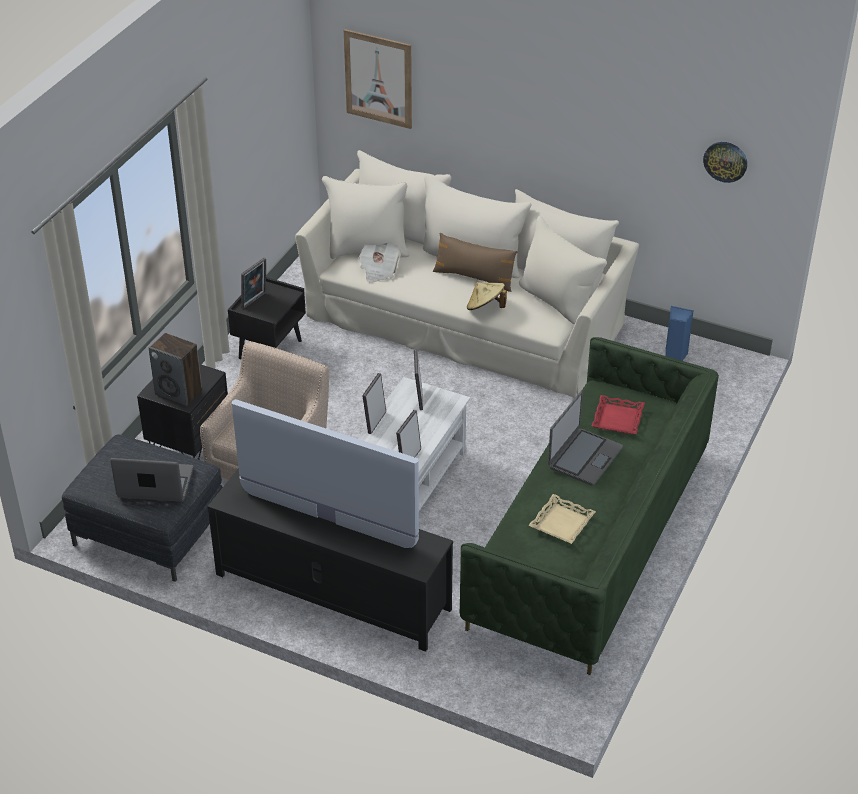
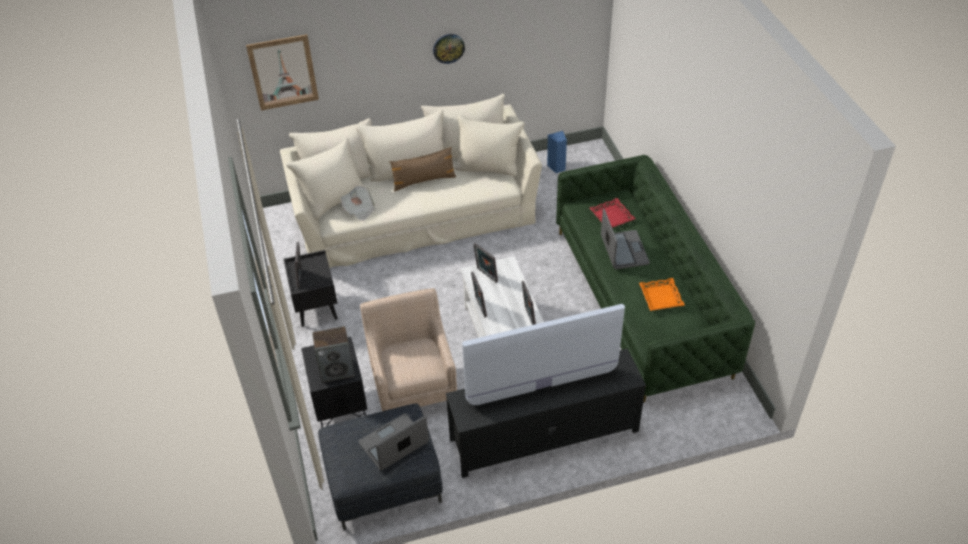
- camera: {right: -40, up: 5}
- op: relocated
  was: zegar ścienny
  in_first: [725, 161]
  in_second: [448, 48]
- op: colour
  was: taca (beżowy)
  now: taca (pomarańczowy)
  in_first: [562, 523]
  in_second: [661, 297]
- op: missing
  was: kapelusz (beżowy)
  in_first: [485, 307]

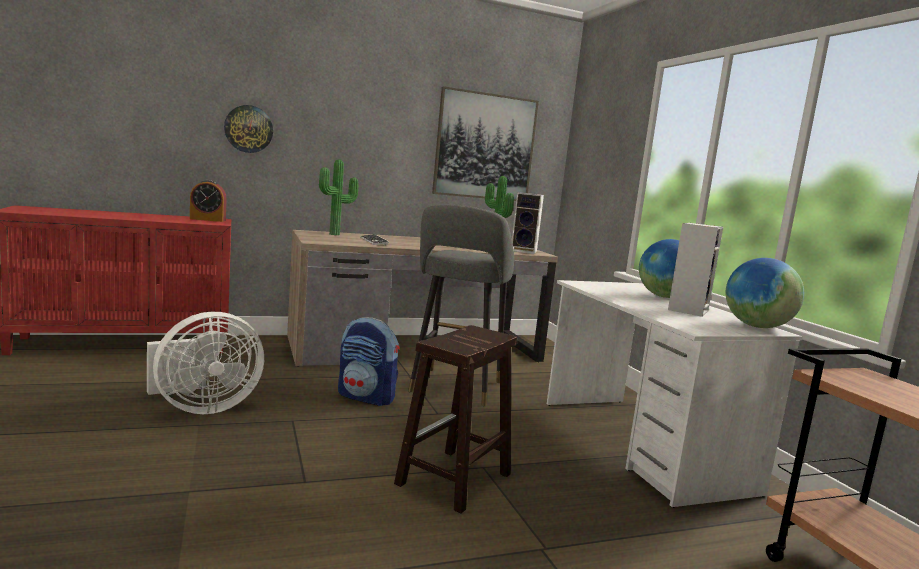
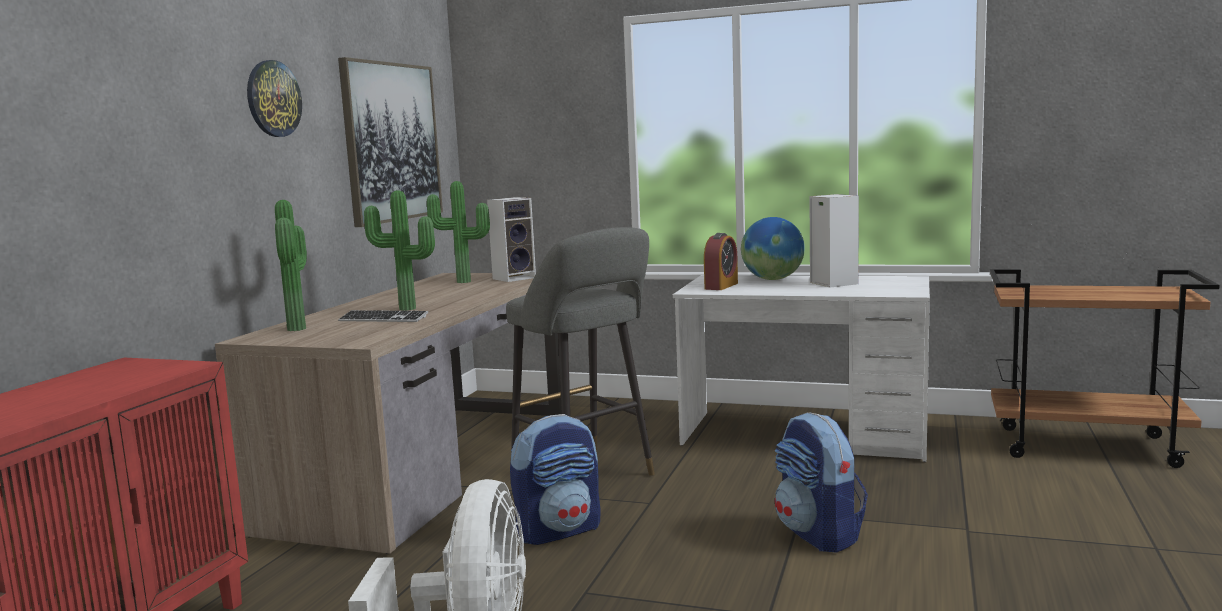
- camera: {right: -50, up: 0}
- op: relocated
  was: zegar ścienny
  in_first: [248, 129]
  in_second: [273, 99]
- op: appeared
  now: roślina doniczkowa
  in_second: [406, 309]
- op: relocated
  was: budzik
  in_first: [208, 219]
  in_second: [721, 286]
- op: exchanged
  was: stołek (brązowy)
  now: plecak
  in_first: [453, 480]
  in_second: [819, 535]
- op: missing
  was: globus
  in_first: [757, 326]

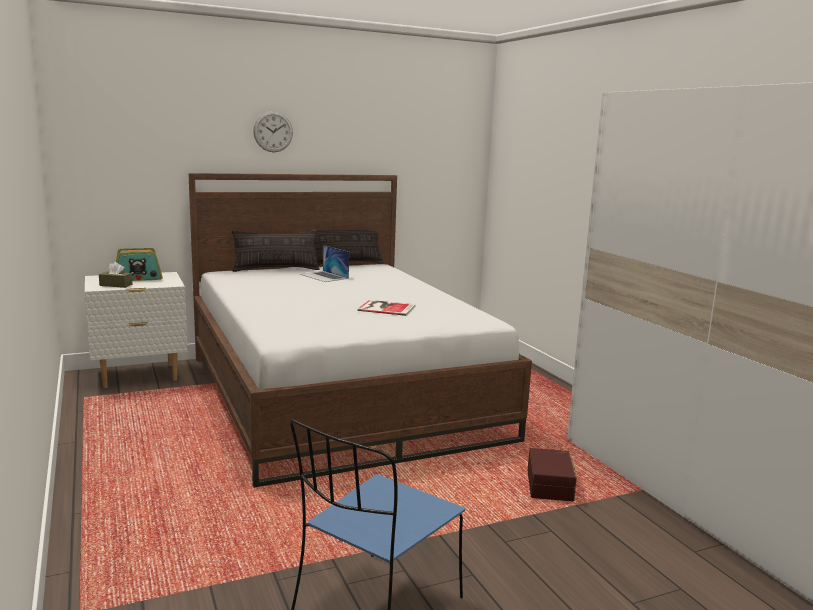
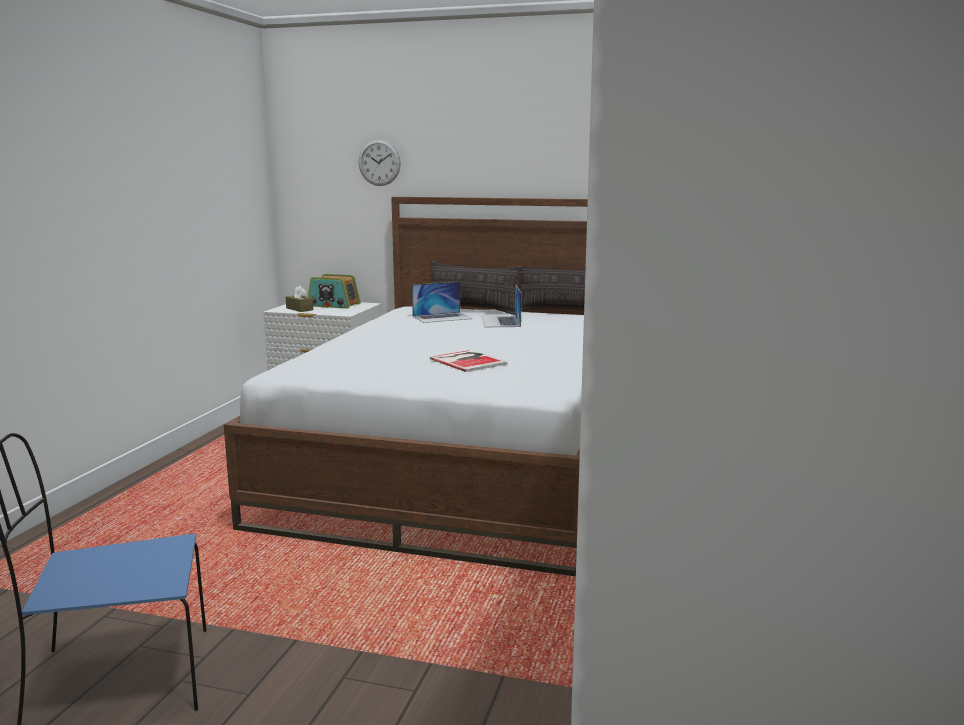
- camera: {right: 40, up: 0}
- op: relocated
  was: zegar ścienny
  in_first: [273, 131]
  in_second: [379, 162]
- op: appeared
  now: laptop
  in_second: [442, 317]
- op: missing
  was: pojemnik do przechowywania (brązowy)
  in_first: [551, 486]

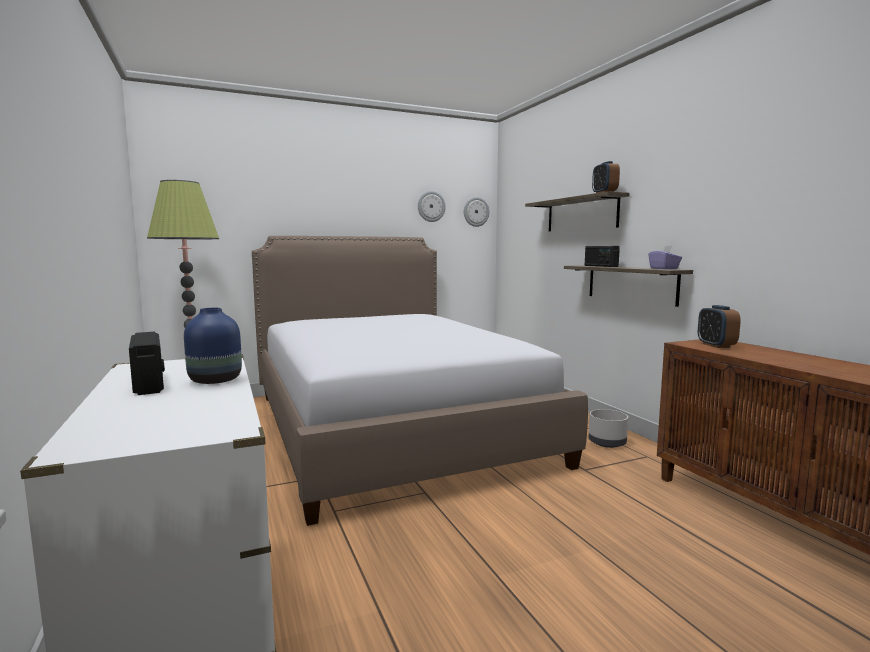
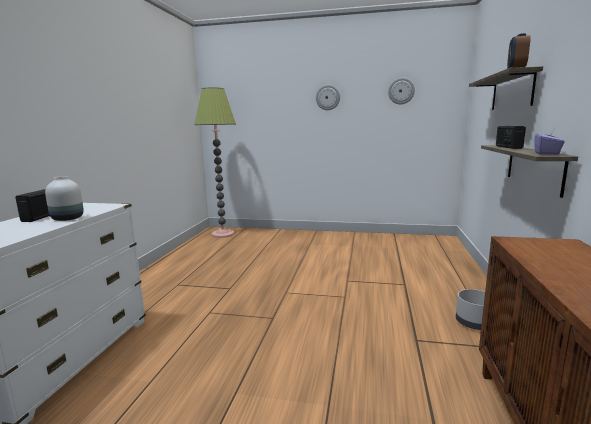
- camera: {right: 35, up: 5}
- op: colour
  was: wazon (niebieski)
  now: wazon (biały)
  in_first: [214, 380]
  in_second: [67, 218]
- op: relocated
  was: zegar ścienny
  in_first: [476, 211]
  in_second: [328, 97]
- op: missing
  was: łóżko
  in_first: [391, 427]
- op: missing
  was: budzik
  in_first: [716, 345]

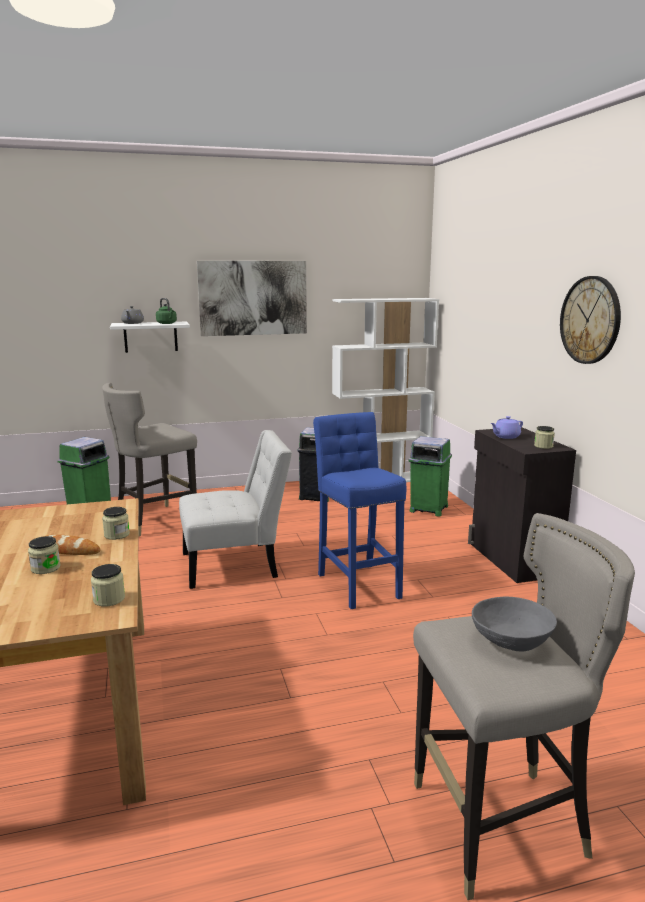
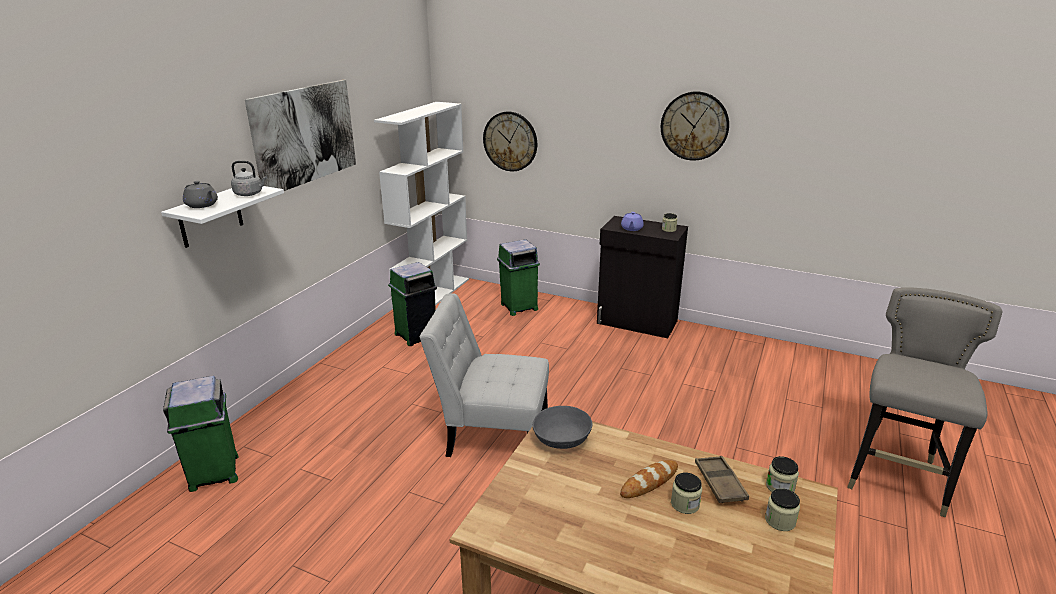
- camera: {right: -50, up: 10}
- op: colour
  was: czajnik (zielony)
  now: czajnik (szary)
  in_first: [167, 323]
  in_second: [250, 194]
- op: spun
  was: krzesło (biały)
  in_first: [236, 564]
  in_second: [491, 433]
  clockwise: -105
- op: appeared
  now: zegar ścienny
  in_second: [510, 141]
- op: relocated
  was: miska (szary)
  in_first: [512, 640]
  in_second: [562, 439]
- op: appeared
  now: taca (brązowy)
  in_second: [719, 483]
- op: relocated
  was: słoik
  in_first: [117, 535]
  in_second: [780, 521]
- op: missing
  was: stołek (szary)
  in_first: [155, 521]
- op: missing
  was: stołek (niebieski)
  in_first: [357, 583]

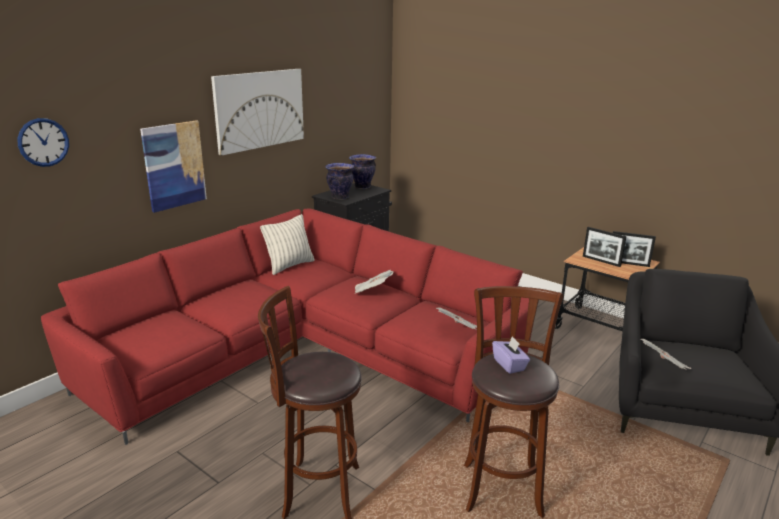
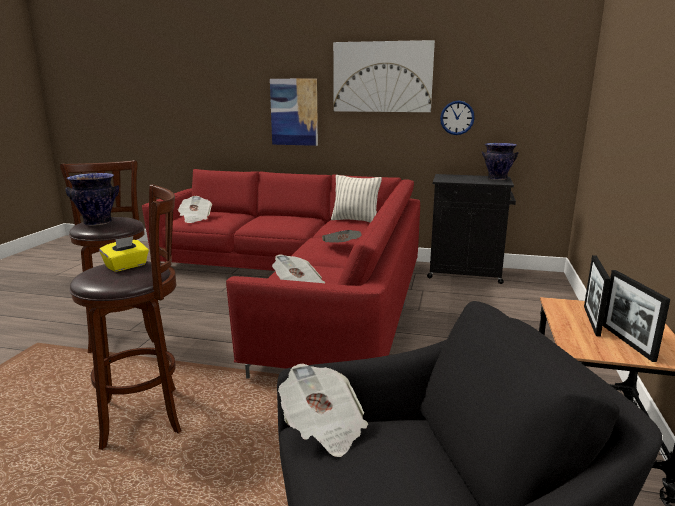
- camera: {right: 65, up: -5}
- op: relocated
  was: wazon
  in_first: [339, 197]
  in_second: [98, 222]
- op: colour
  was: pudełko chusteczek (fioletowy)
  now: pudełko chusteczek (żółty)
  in_first: [509, 365]
  in_second: [126, 266]
- op: appeared
  now: gazeta
  in_second: [195, 218]
- op: relocated
  was: zegar ścienny
  in_first: [43, 142]
  in_second: [457, 117]

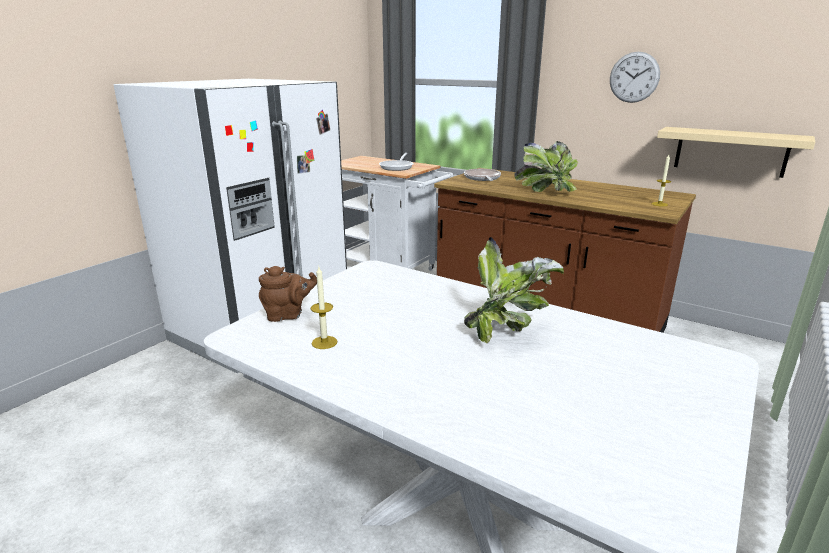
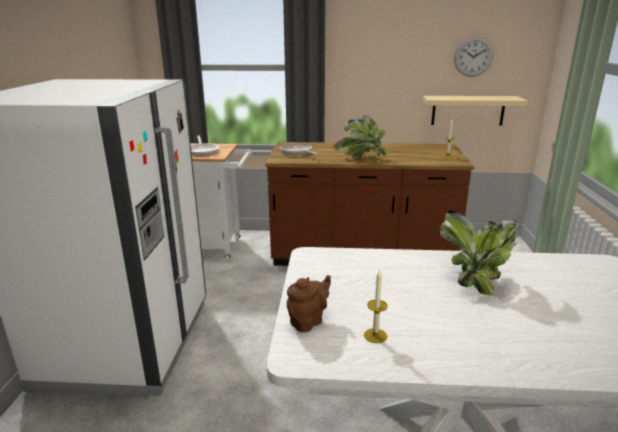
- camera: {right: -30, up: 0}
- op: relocated
  was: zegar ścienny
  in_first: [634, 77]
  in_second: [473, 57]

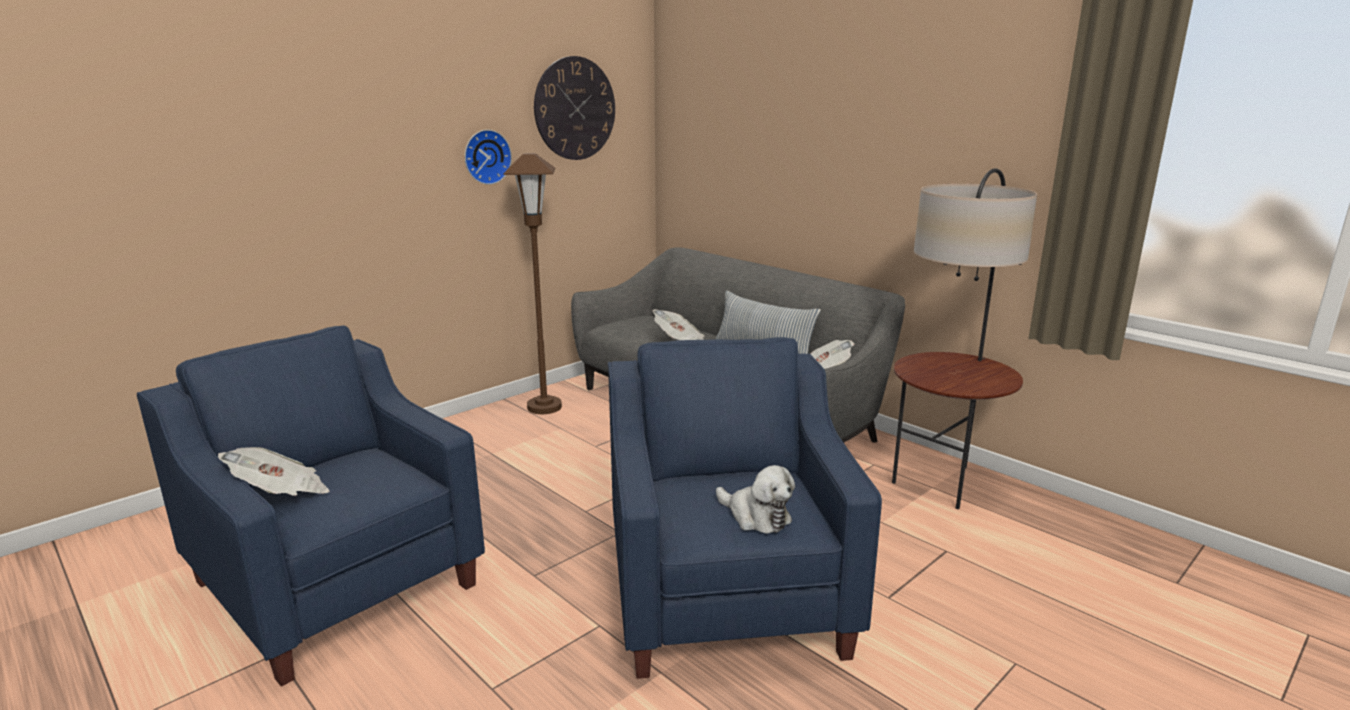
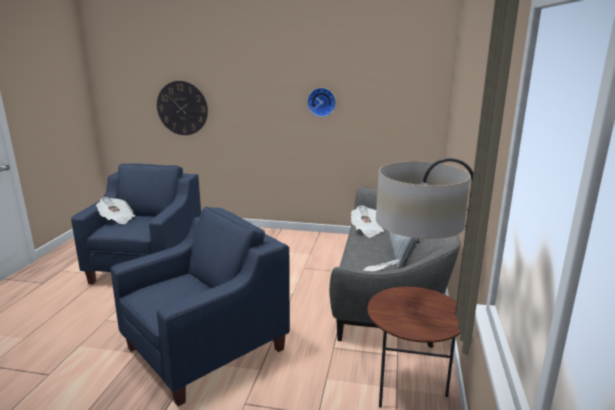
- camera: {right: 55, up: 0}
- op: relocated
  was: zegar ścienny
  in_first: [575, 108]
  in_second: [182, 108]
- op: missing
  was: lampa stojąca (brązowy)
  in_first: [544, 407]
- op: missing
  was: pluszak
  in_first: [756, 516]

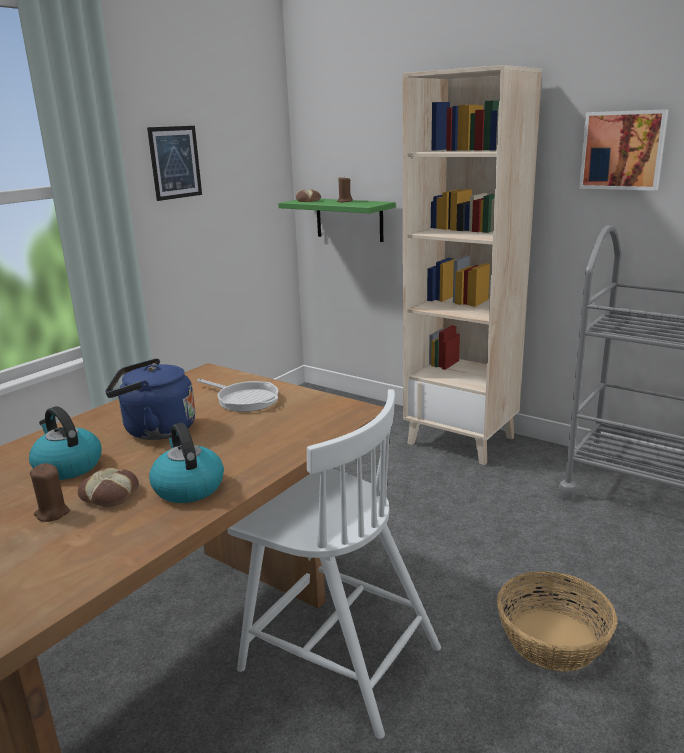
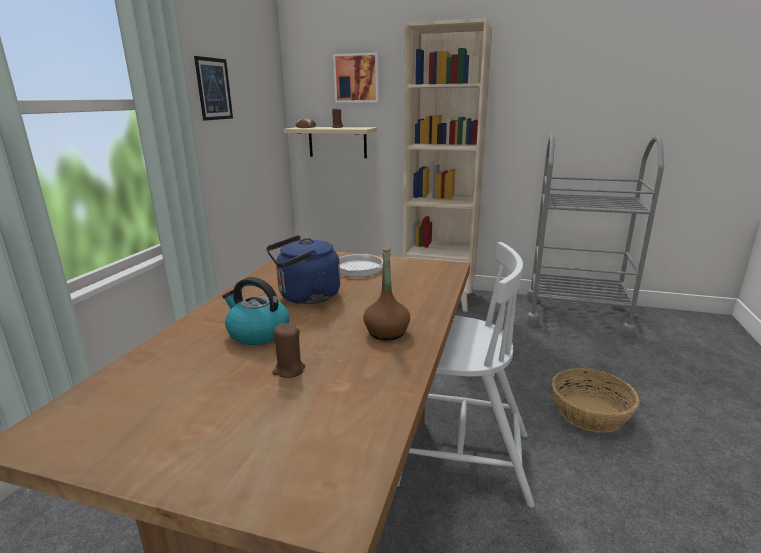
- camera: {right: -20, up: 0}
- op: colour
  was: półka (zielony)
  now: półka (beżowy)
  in_first: [349, 219]
  in_second: [337, 142]
- op: relocated
  was: obraz
  in_first: [623, 150]
  in_second: [357, 78]
- op: exchanged
  was: czajnik
  now: butelka (brązowy)
  in_first: [188, 487]
  in_second: [387, 332]
- op: missing
  was: chleb
  in_first: [110, 494]

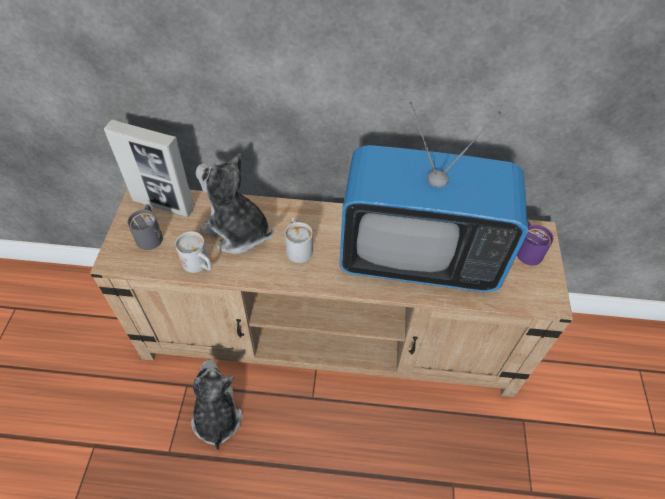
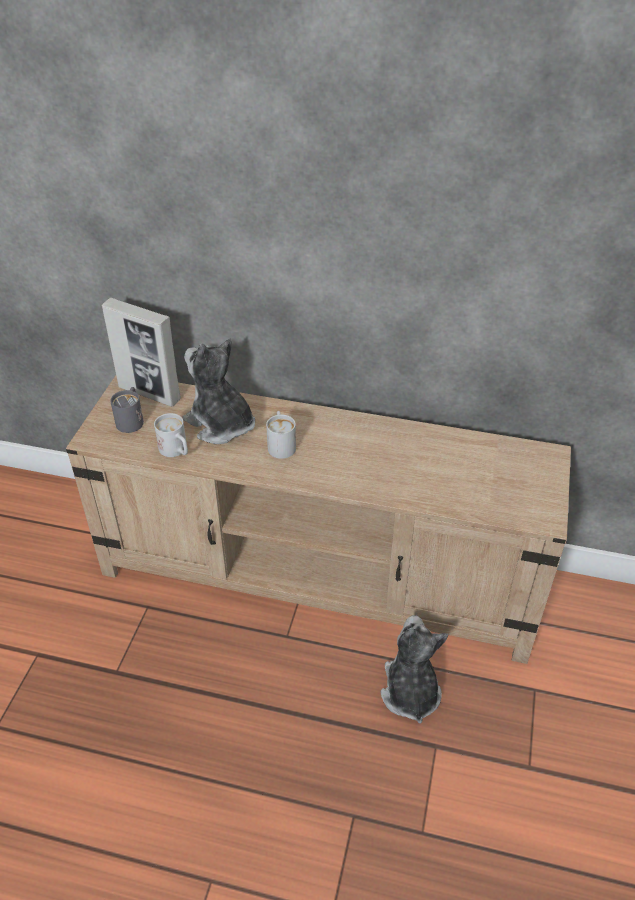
- camera: {right: 10, up: -10}
- op: relocated
  was: pluszak
  in_first: [216, 417]
  in_second: [410, 691]
- op: missing
  was: telewizor
  in_first: [418, 258]
- op: missing
  was: kubek (fioletowy)
  in_first: [526, 250]

